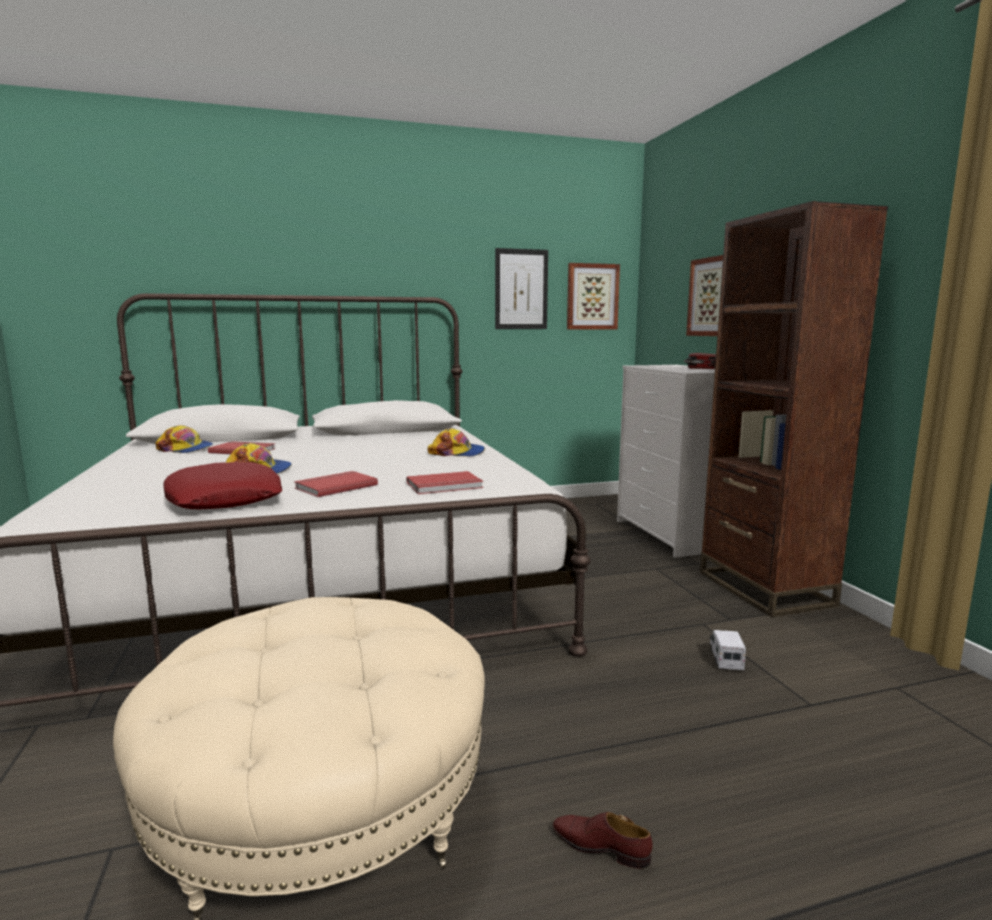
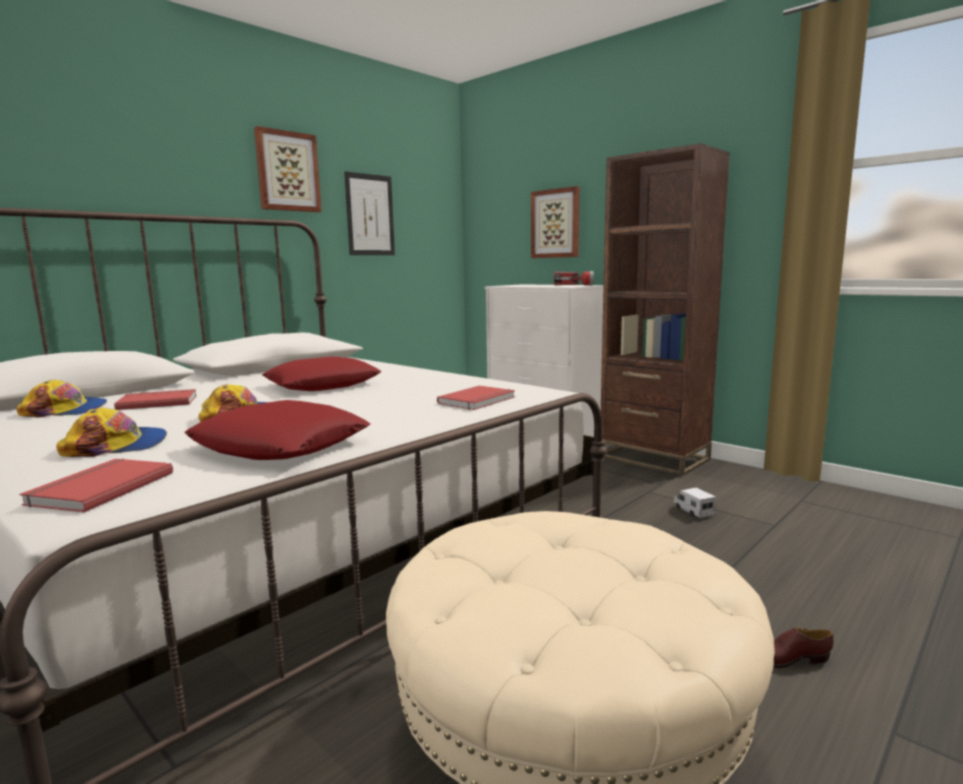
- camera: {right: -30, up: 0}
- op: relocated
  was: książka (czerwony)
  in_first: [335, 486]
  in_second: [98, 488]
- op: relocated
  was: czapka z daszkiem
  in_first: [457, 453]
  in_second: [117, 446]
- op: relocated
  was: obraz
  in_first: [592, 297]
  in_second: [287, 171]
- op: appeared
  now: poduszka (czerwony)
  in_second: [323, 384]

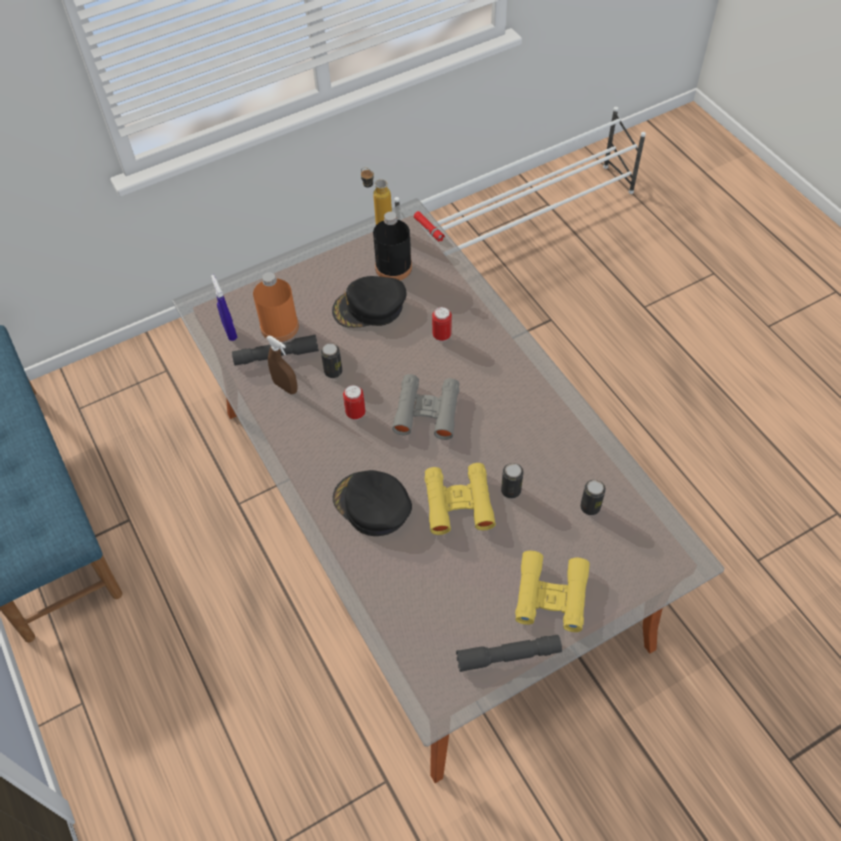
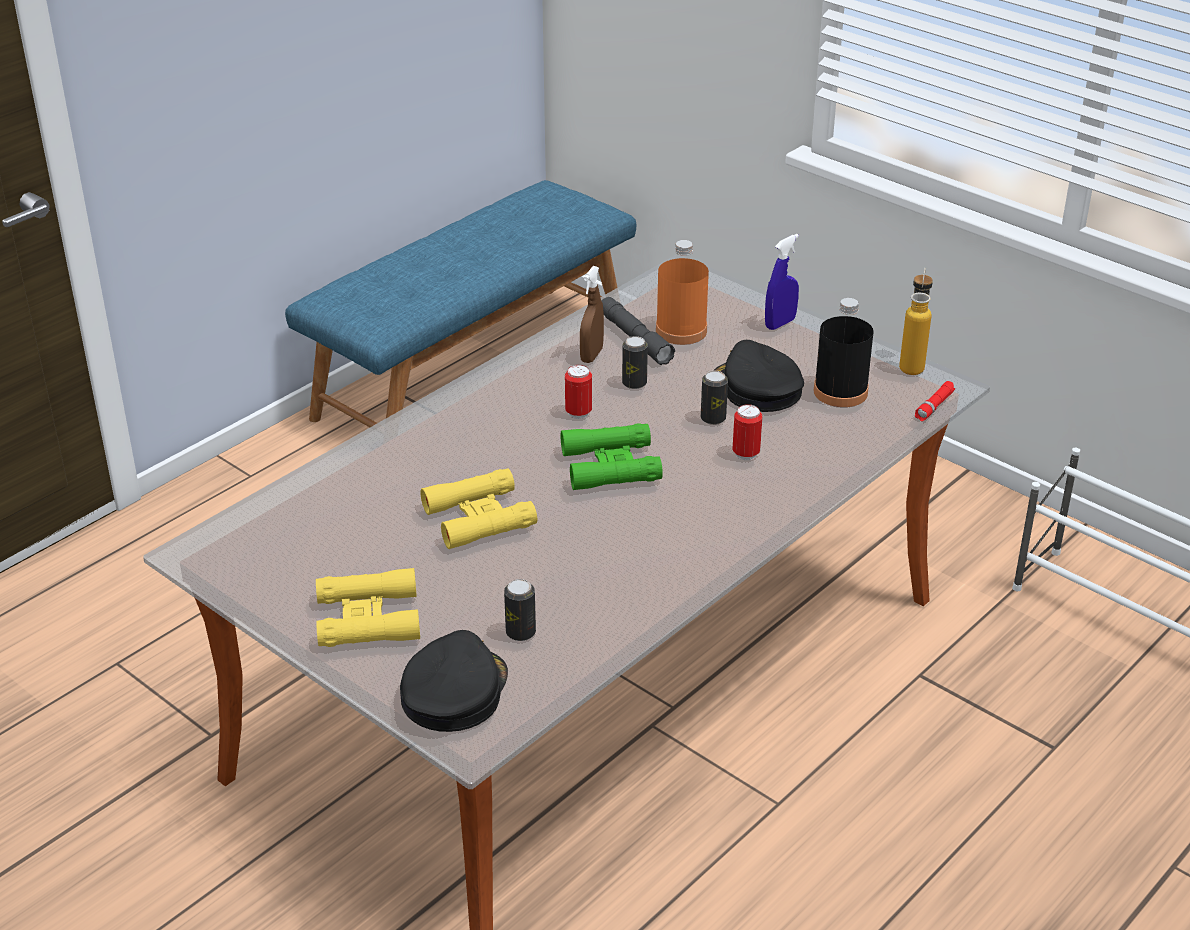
- camera: {right: 70, up: -20}
- op: relocated
  was: czapka z daszkiem (czarny)
  in_first: [372, 505]
  in_second: [453, 691]
- op: colour
  was: lornetka (szary)
  now: lornetka (zielony)
  in_first: [427, 411]
  in_second: [610, 466]
- op: relocated
  was: puszka
  in_first: [511, 490]
  in_second: [713, 418]
- op: relocated
  was: spryskiwacz (niebieski)
  in_first: [230, 331]
  in_second: [780, 323]
- op: missing
  was: latarka (szary)
  in_first: [508, 656]

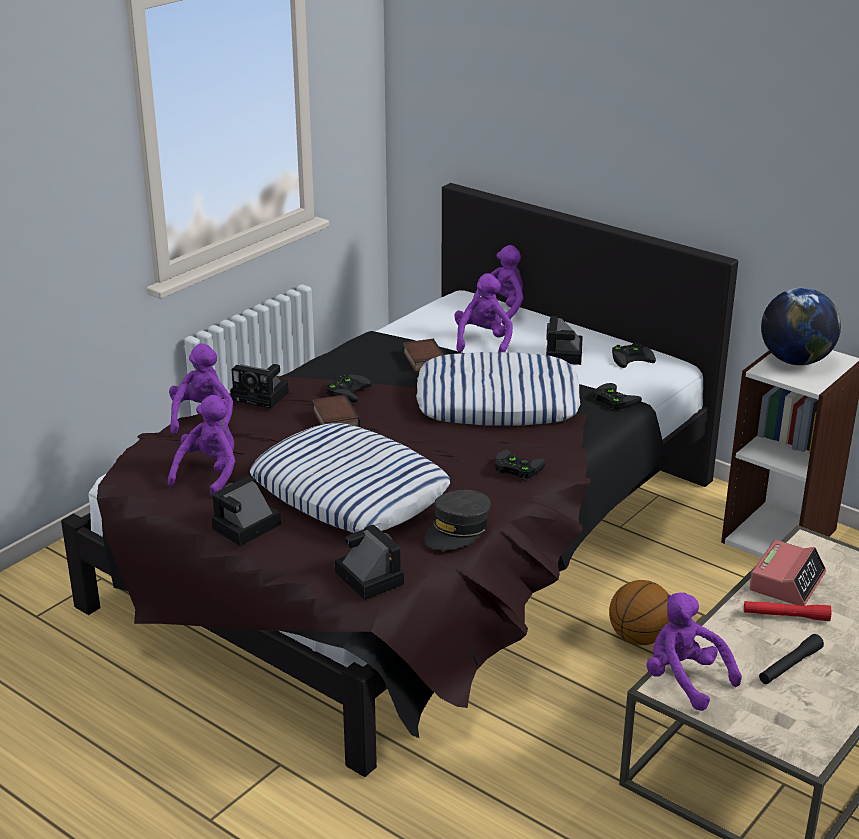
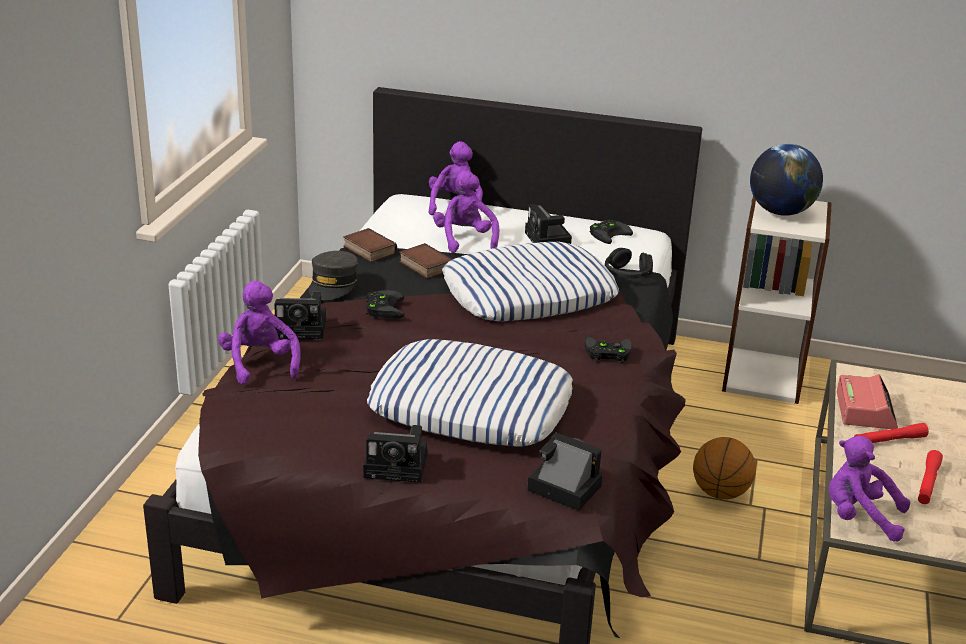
- camera: {right: -25, up: 0}
- op: relocated
  was: czapka z daszkiem (szary)
  in_first: [457, 530]
  in_second: [333, 285]
- op: relocated
  was: książka
  in_first: [334, 419]
  in_second: [368, 250]
- op: spun
  was: aparat fotograficzny
  in_first: [245, 528]
  in_second: [398, 466]
  clockwise: -105
- op: exchanged
  was: pad do gier (czarny)
  now: słuchawki (czarny)
  in_first: [613, 400]
  in_second: [627, 274]
- op: colour
  was: latarka (czarny)
  now: latarka (czerwony)
  in_first: [790, 666]
  in_second: [928, 483]
- op: missing
  was: pluszak (fioletowy)
  in_first: [210, 474]

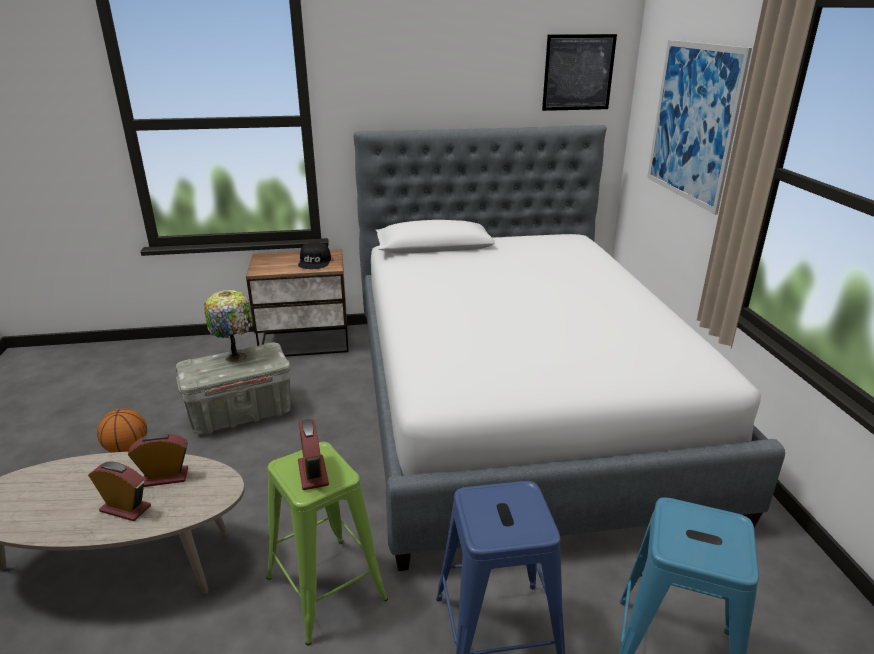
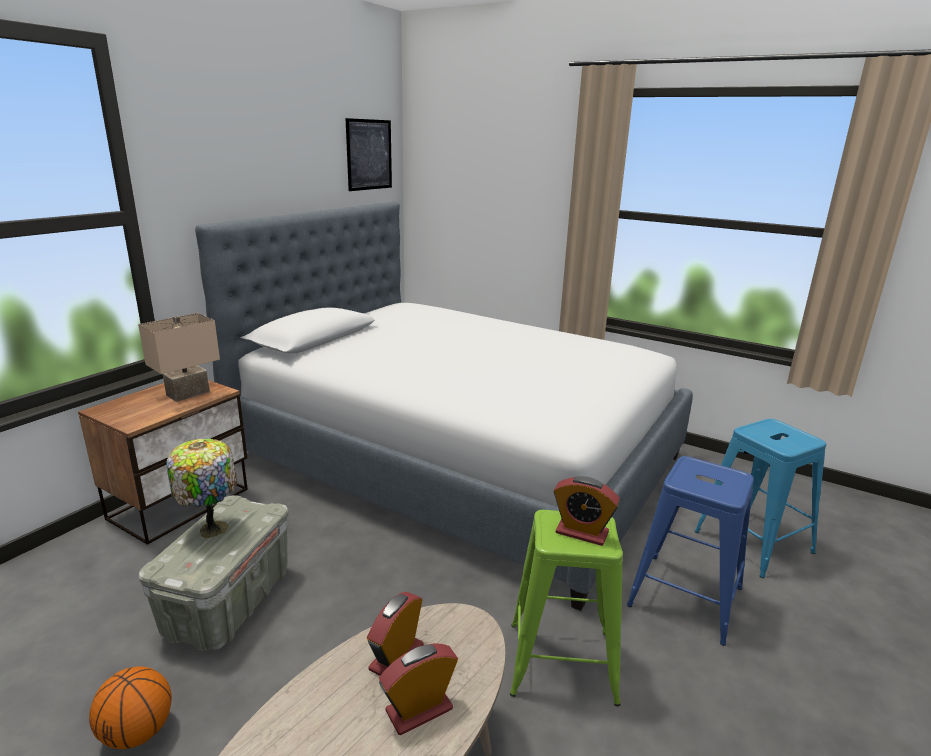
- camera: {right: -50, up: -5}
- op: exchanged
  was: czapka z daszkiem (czarny)
  now: lampa stołowa (beżowy)
  in_first: [315, 262]
  in_second: [188, 393]
- op: missing
  was: obraz
  in_first: [692, 122]

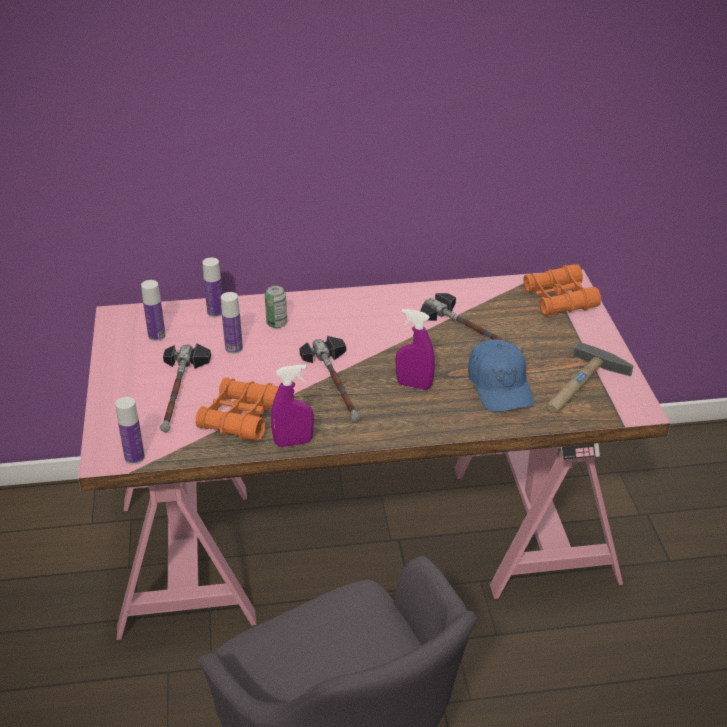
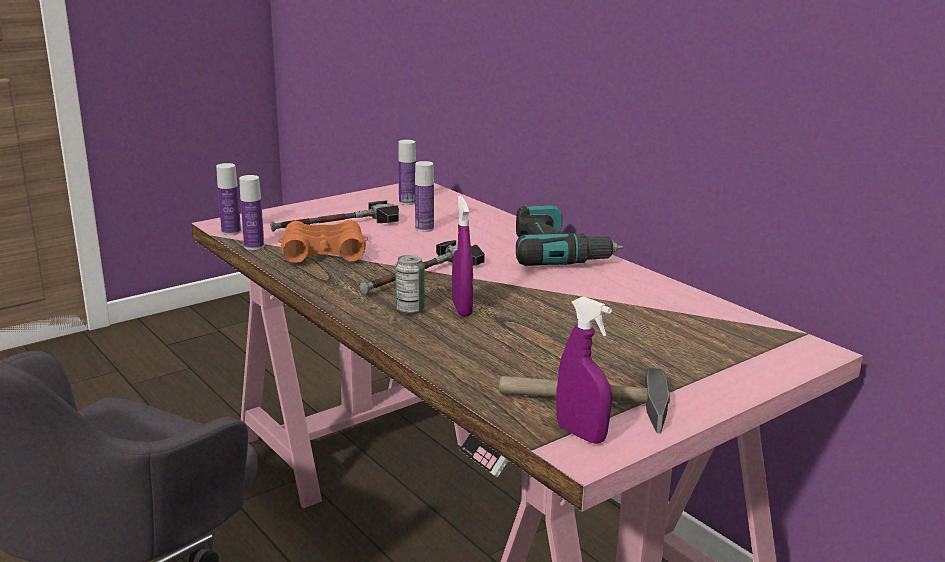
- camera: {right: 60, up: -15}
- op: relocated
  was: butelka
  in_first: [215, 313]
  in_second: [254, 246]
- op: relocated
  was: puszka
  in_first: [277, 323]
  in_second: [410, 309]
- op: appeared
  now: wiertarka
  in_second: [557, 253]
- op: relocated
  was: spryskiwacz (fioletowy)
  in_first: [293, 442]
  in_second: [581, 434]
- op: missing
  was: młotek
  in_first: [472, 330]
- op: missing
  was: czapka z daszkiem (niebieski)
  in_first: [500, 386]
- op: missing
  was: lornetka (pomarańczowy)
  in_first: [559, 299]

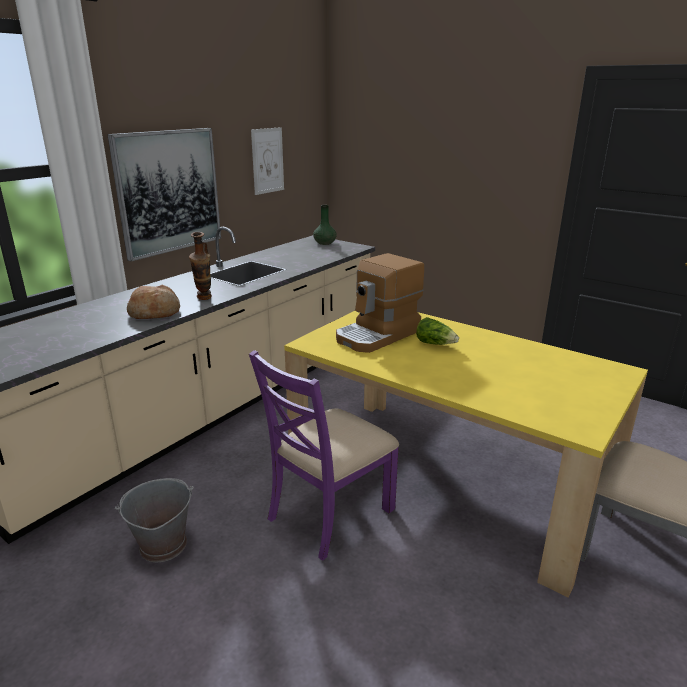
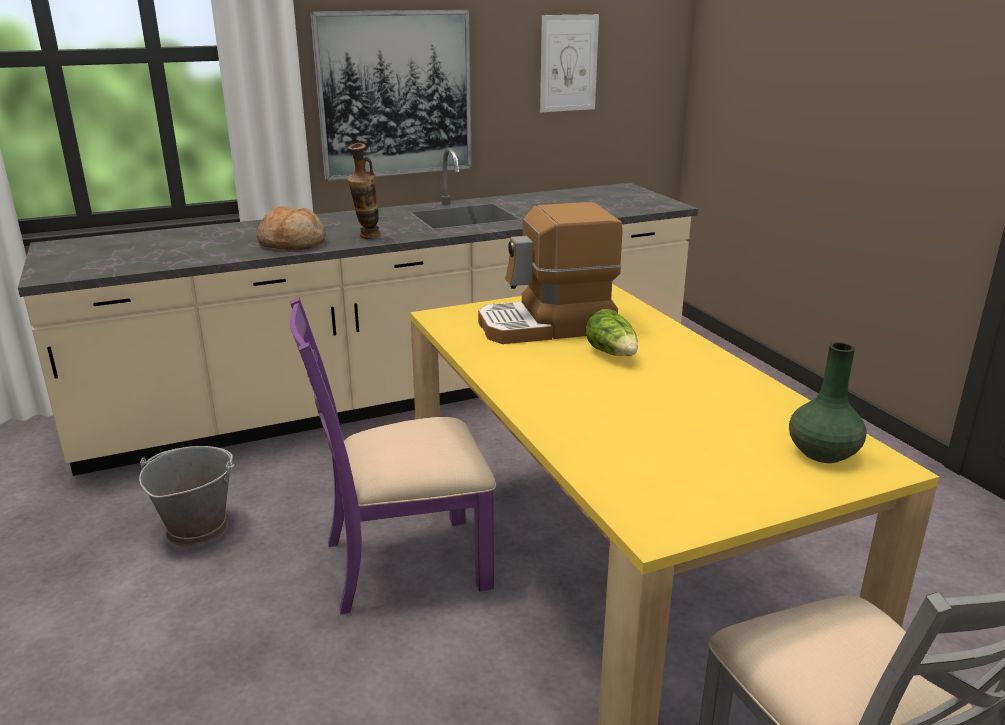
- camera: {right: 30, up: 0}
- op: relocated
  was: wazon (zielony)
  in_first: [324, 243]
  in_second: [821, 453]

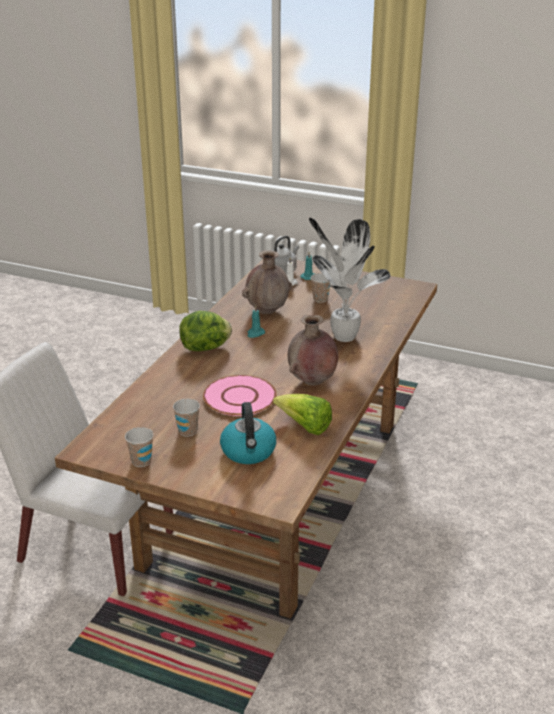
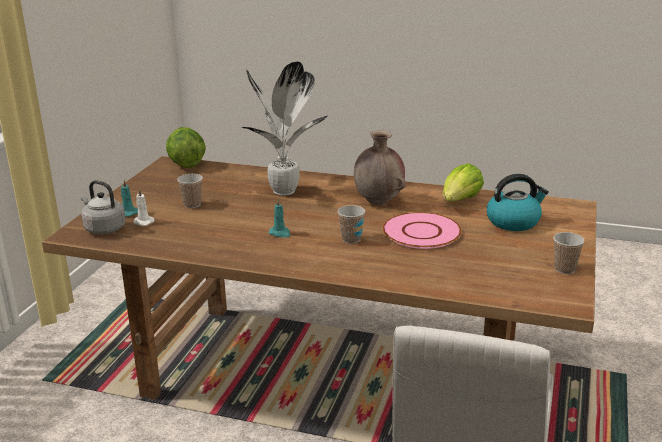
- camera: {right: -95, up: -5}
- op: relocated
  was: sałata
  in_first: [206, 348]
  in_second: [186, 164]
- op: relocated
  was: filiżanka
  in_first: [188, 431]
  in_second: [351, 239]
- op: missing
  was: wazon (brązowy)
  in_first: [267, 311]

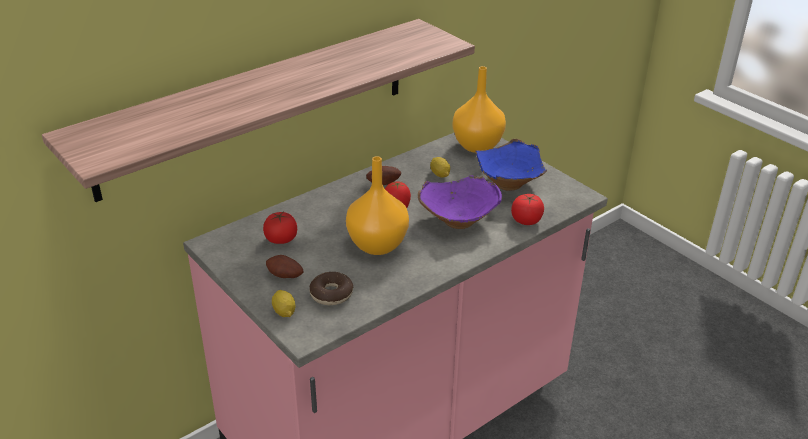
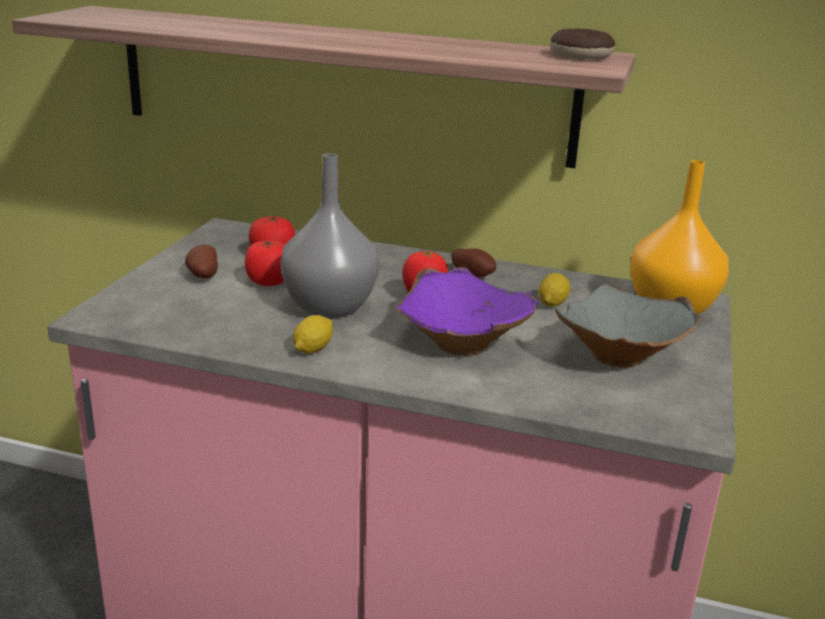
- camera: {right: 55, up: -10}
- op: relocated
  was: pomidor
  in_first: [526, 220]
  in_second: [269, 282]
- op: colour
  was: wazon (pomarańczowy)
  now: wazon (szary)
  in_first: [378, 245]
  in_second: [329, 308]
- op: relocated
  was: cytryna
  in_first: [284, 311]
  in_second: [313, 349]
- op: relocated
  was: donut
  in_first: [331, 294]
  in_second: [580, 56]
- op: colour
  was: miska (niebieski)
  now: miska (szary)
  in_first: [511, 183]
  in_second: [620, 357]

